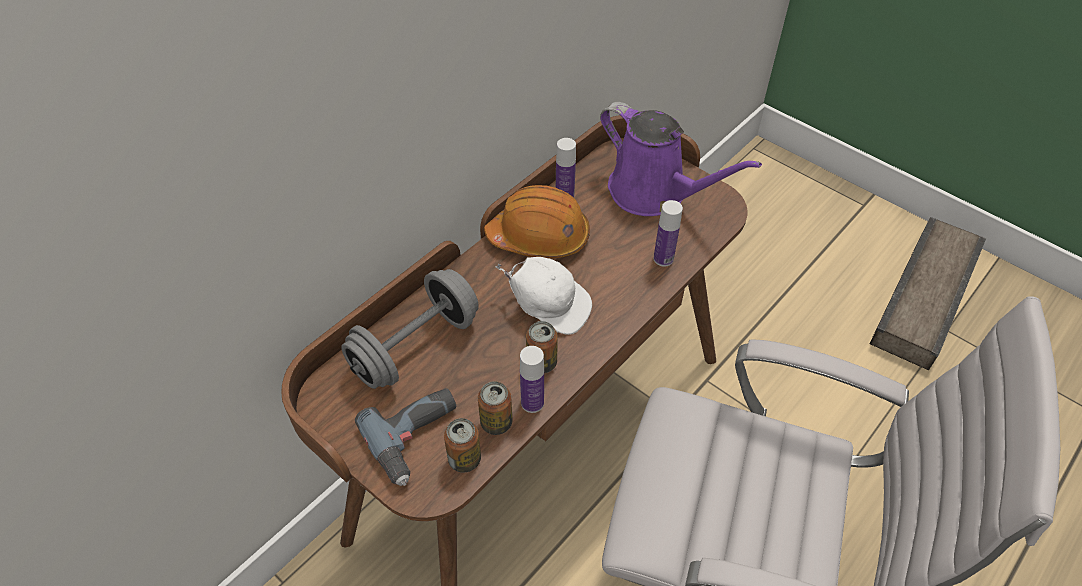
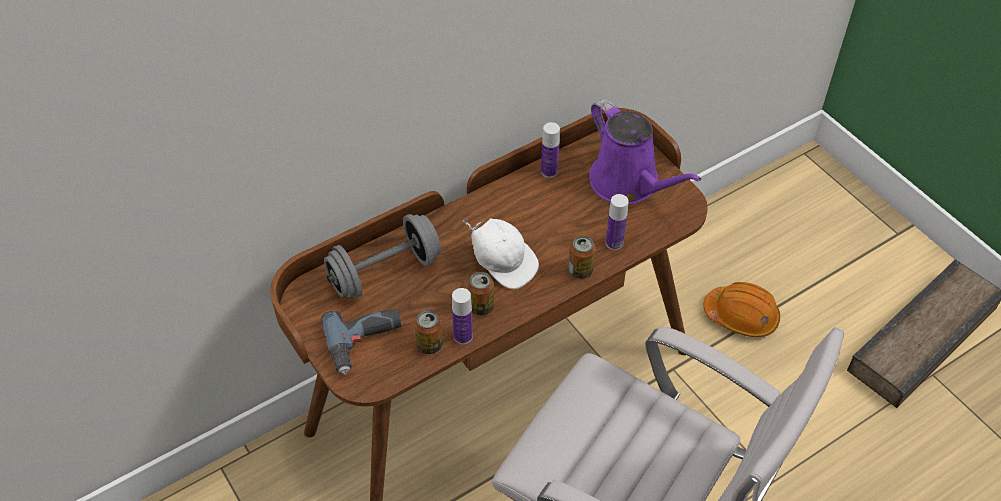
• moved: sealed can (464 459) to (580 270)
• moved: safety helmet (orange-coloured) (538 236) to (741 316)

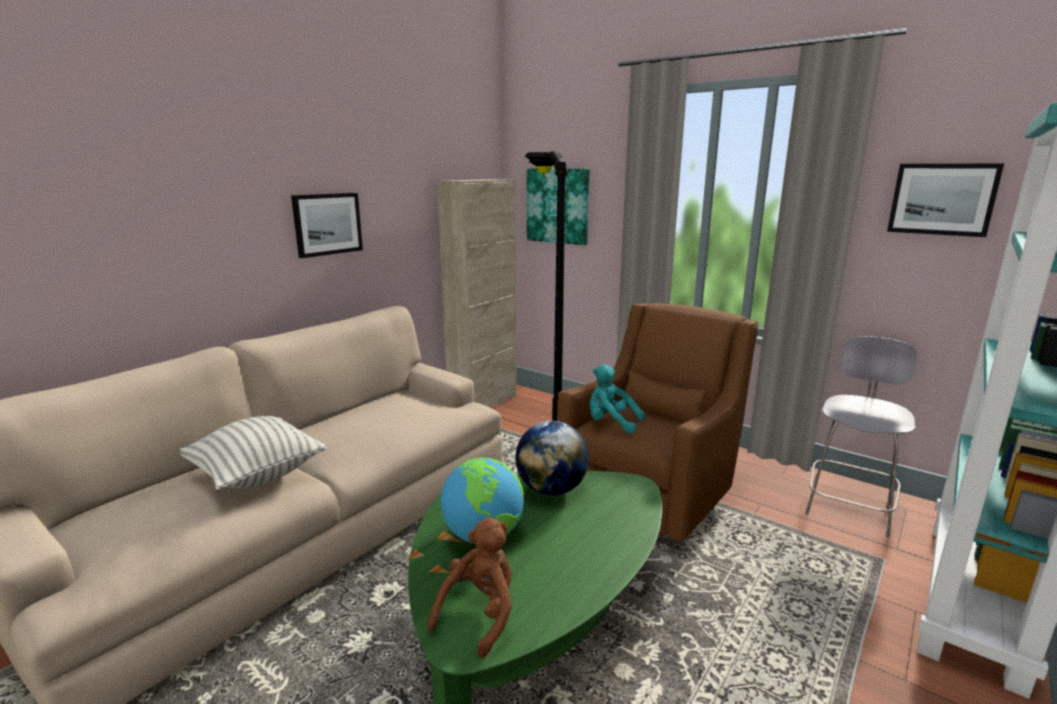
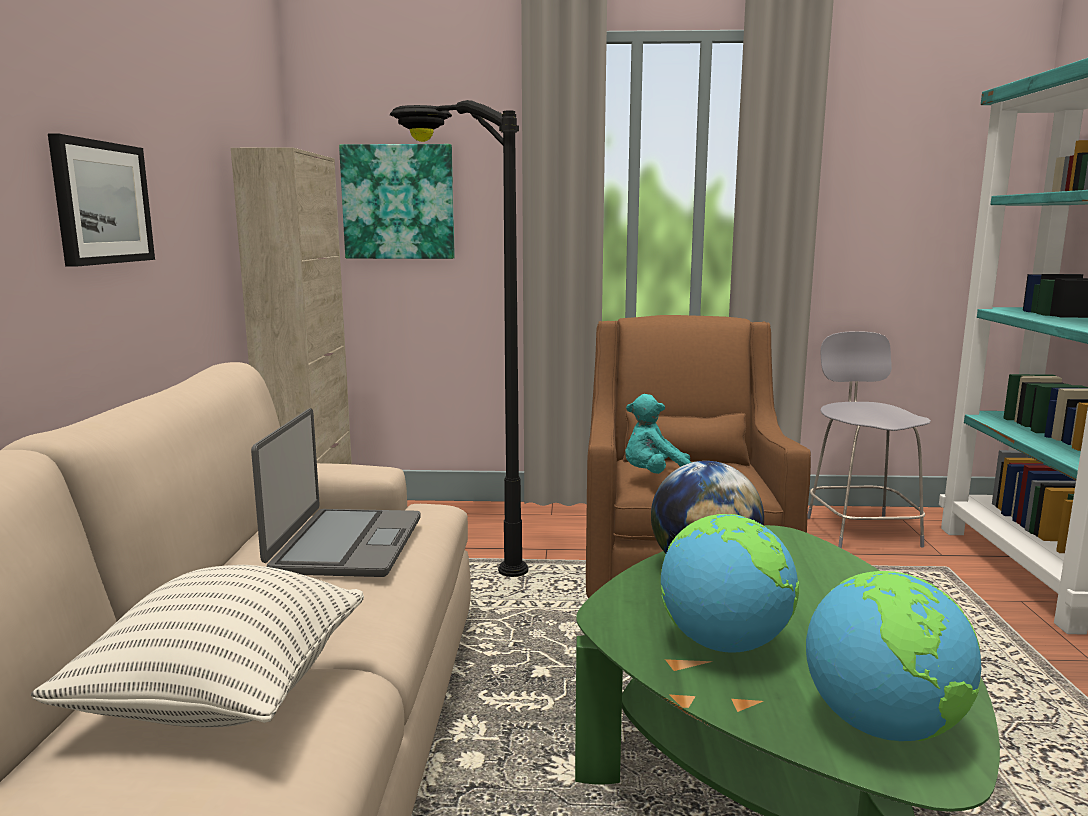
• removed: wall picture (942 199)
• added: portable computer (345 544)
• replaced: soft toy (brown-coloured) (480 613) to world globe (882 726)

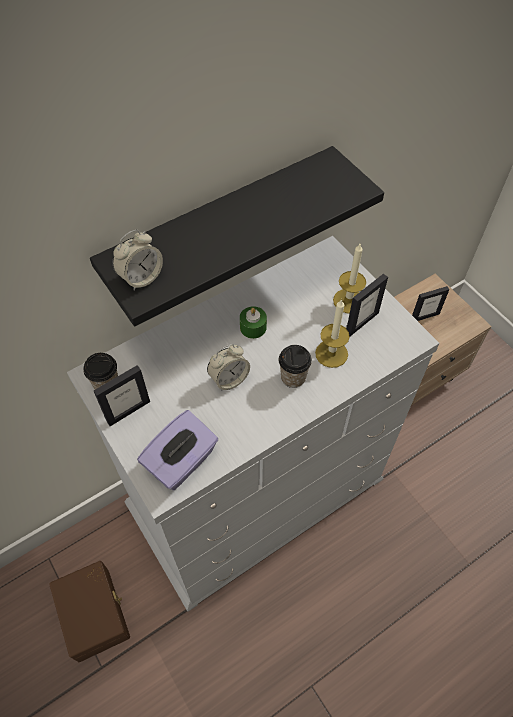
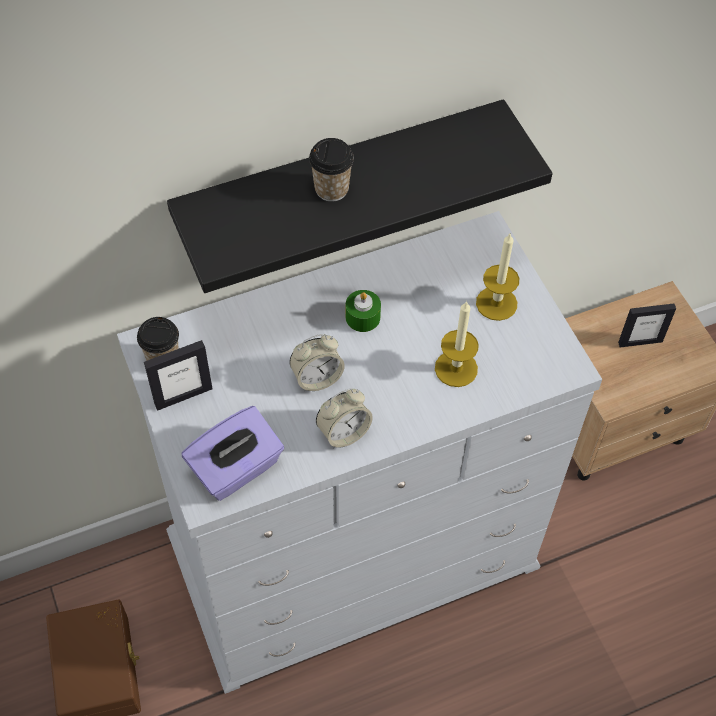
• removed: picture frame (361 322)
• moved: alarm clock (141 277) to (343 432)
• moved: drinking cup (293 377) to (331 189)

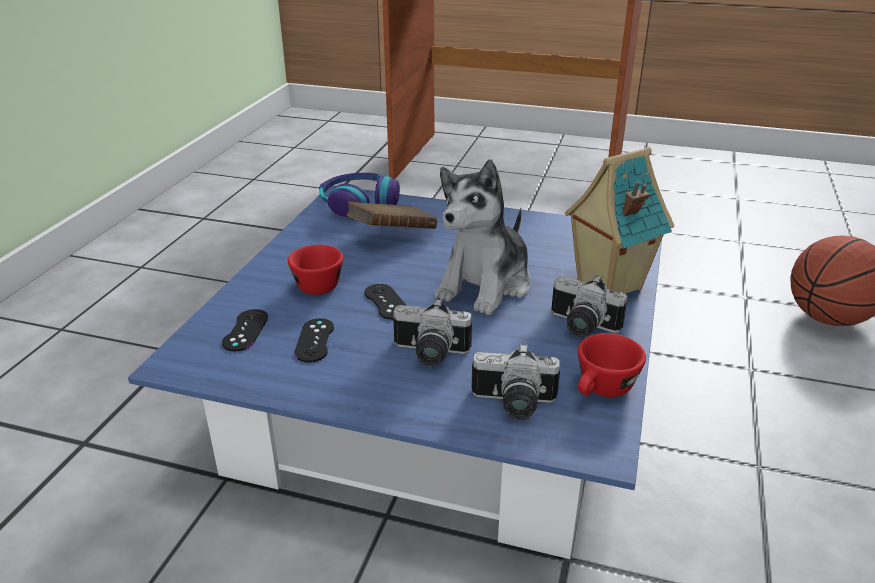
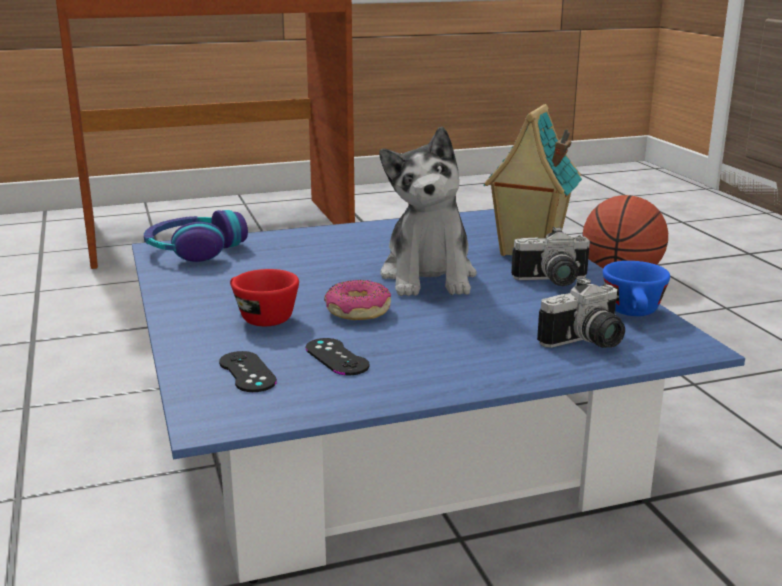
• removed: volume (brown-coloured) (392 235)
• removed: still camera (429 354)
• replaced: gamepad (black) (386 302) to doughnut (357 311)
• recoloured: drinking cup (red-coloured) (602 390) to drinking cup (bluish) (634 314)

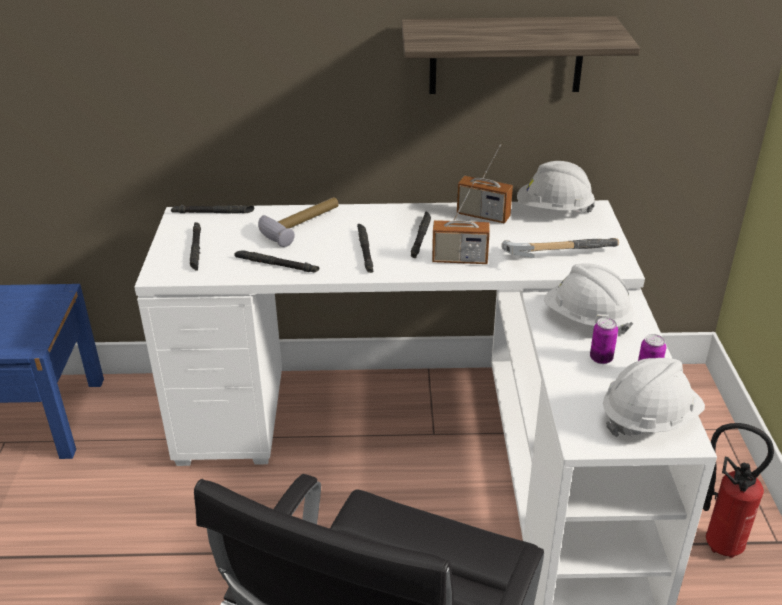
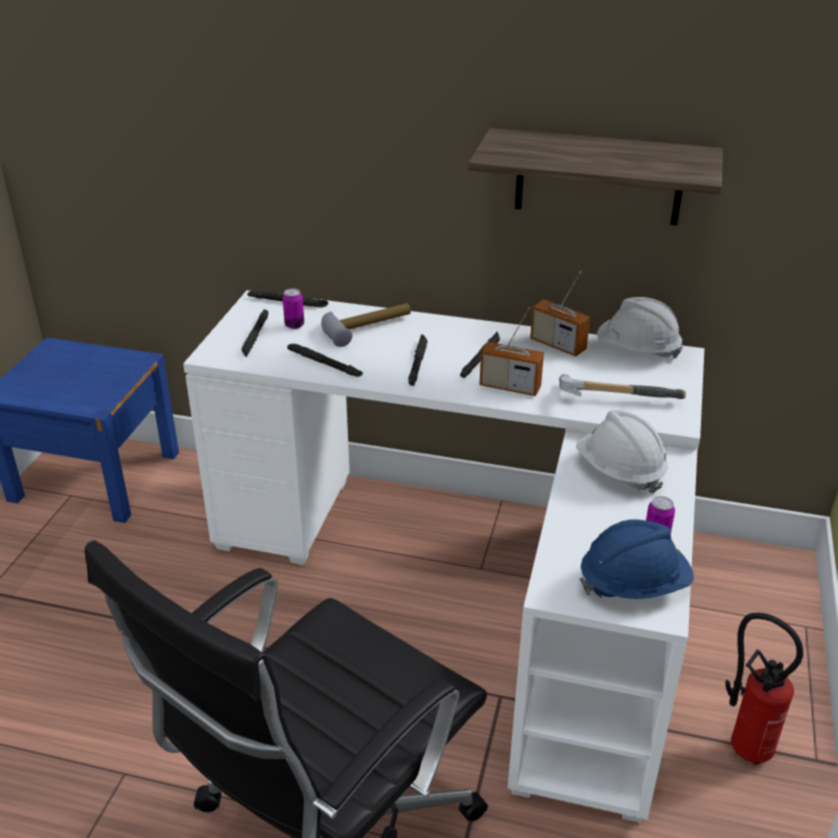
• moved: sealed can (601 358) to (294 325)
• recoloured: safety helmet (whitish) (648 419) to safety helmet (bluish) (633 584)

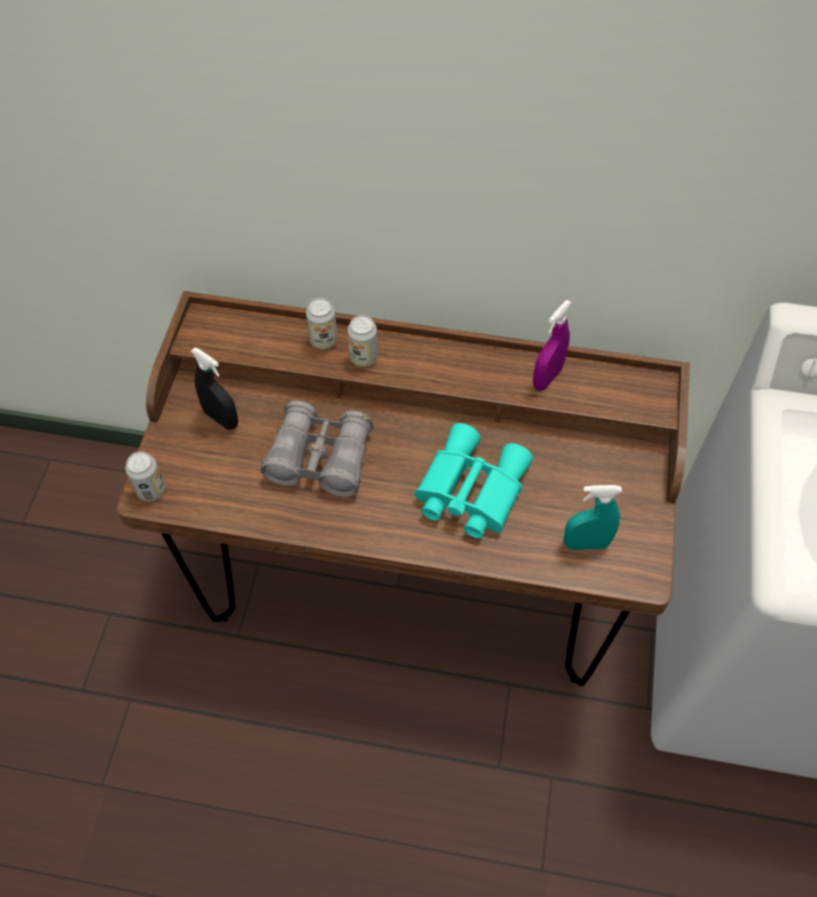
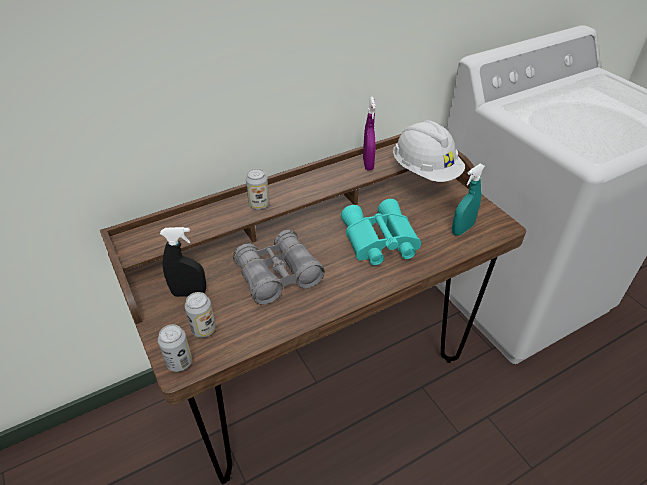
• added: safety helmet (whitish) (425 172)
• moved: sealed can (323 340) to (203 329)

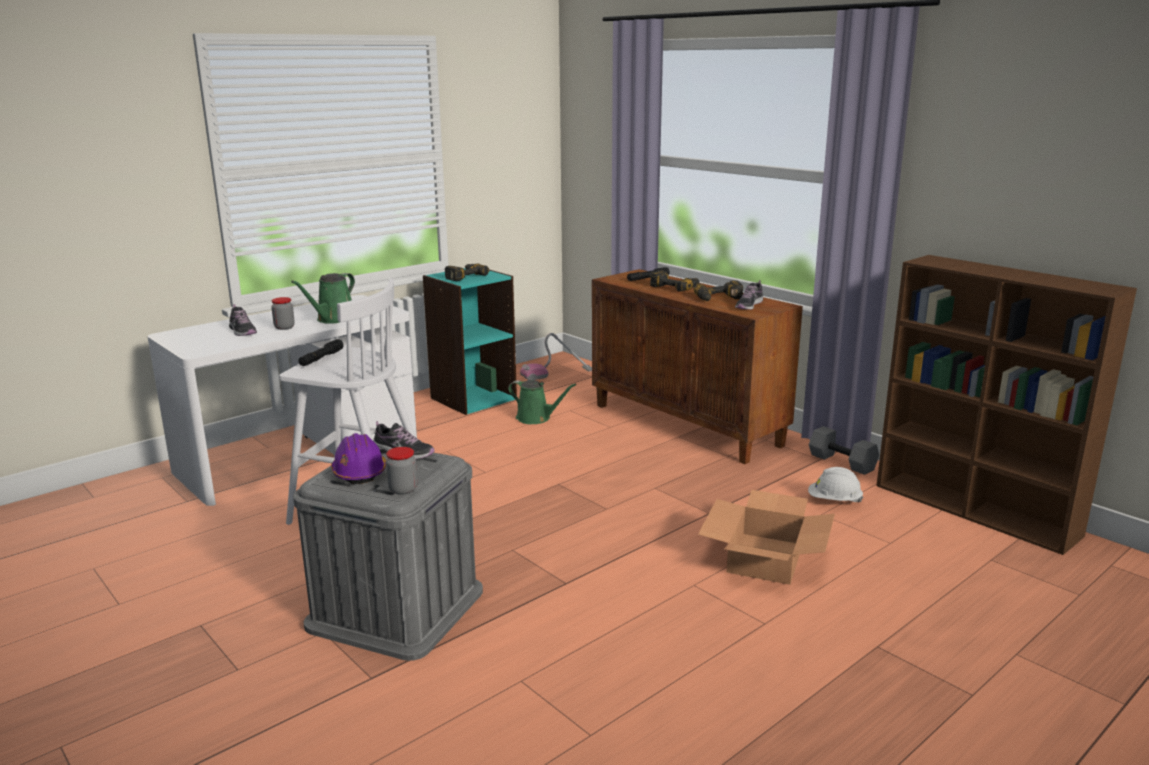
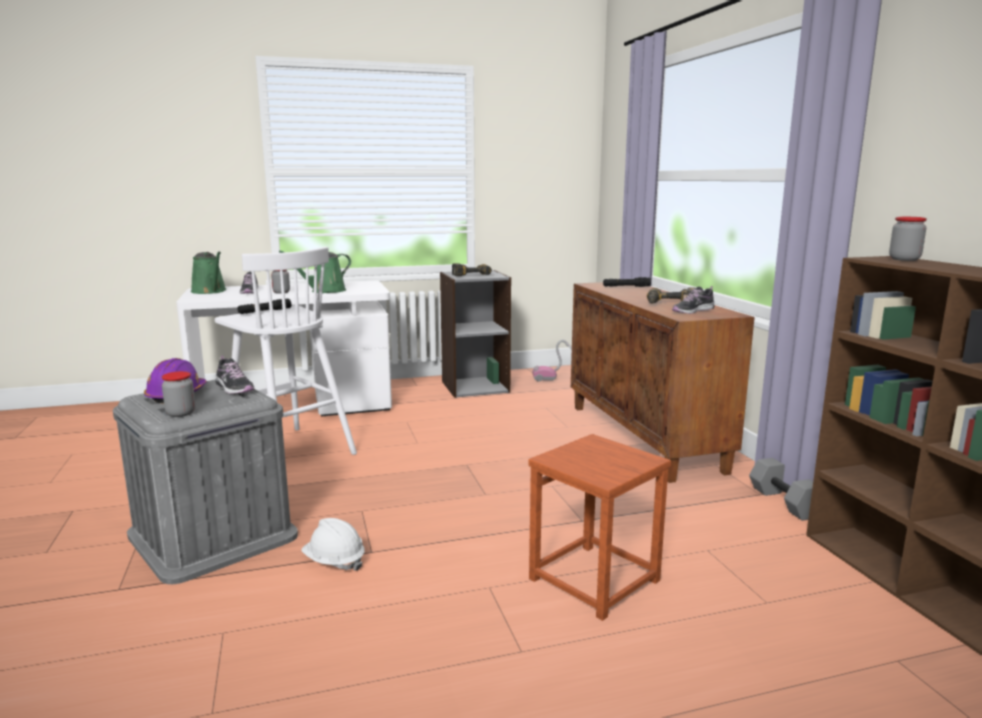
• removed: electric drill (675 287)
• added: jar (904 259)
• moved: watering pot (green-coloured) (536 418) to (210 291)
• moved: safety helmet (whitish) (834 501) to (334 562)
• replaced: packing box (765 558) to stool seat (brown-coloured) (595 580)
• recoloured: bookshelf (turquoise-coloured) (473 398) to bookshelf (greyish) (475 386)

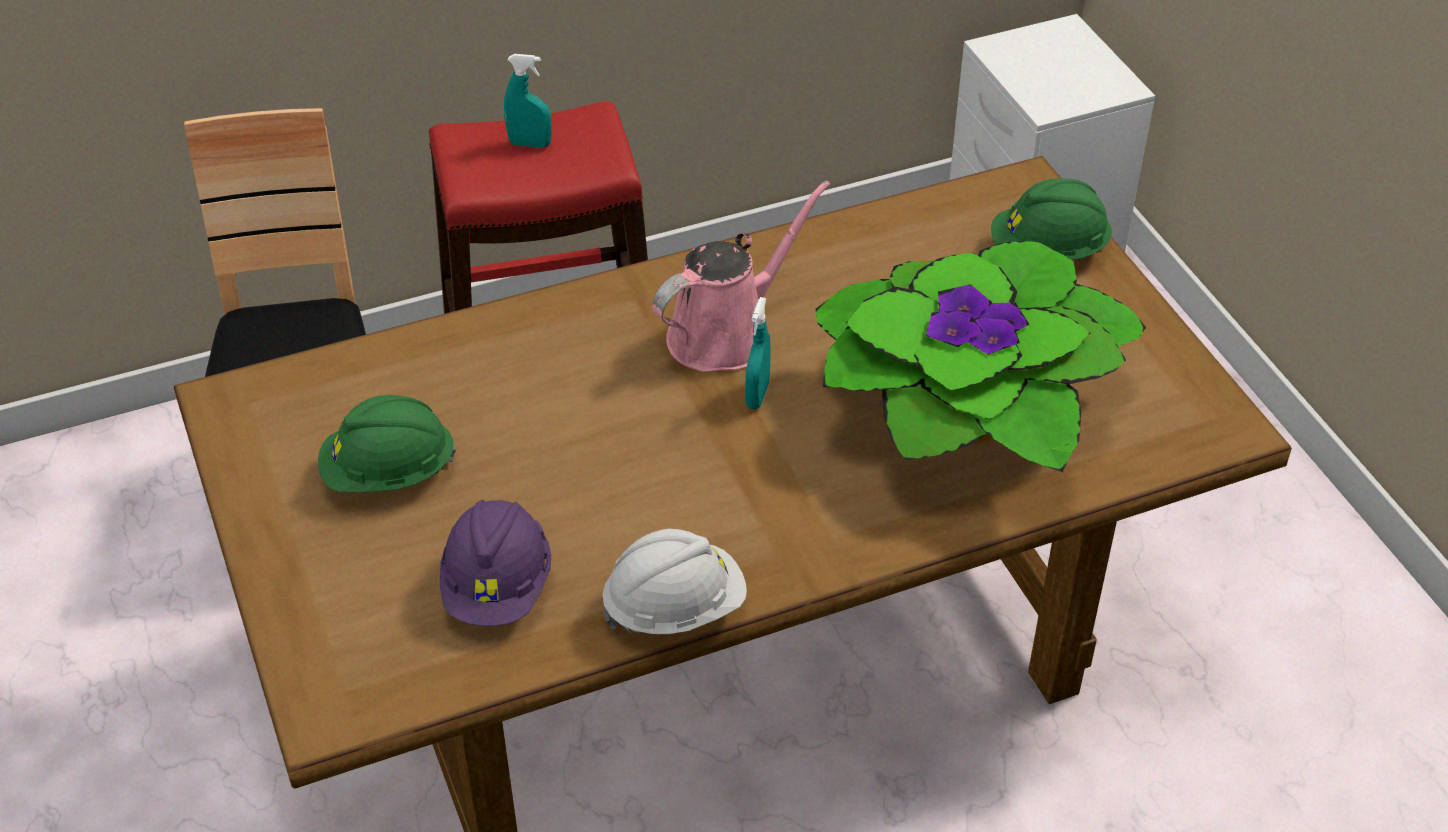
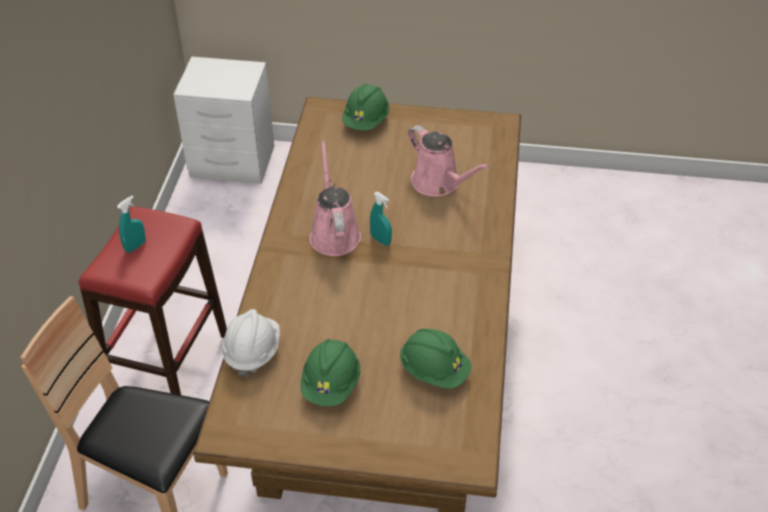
• moved: safety helmet (whitish) (675 607) to (252 351)
• replaced: plant in a pot (970 410) to watering pot (pink-coloured) (439 183)
• recoloured: safety helmet (purple) (498 587) to safety helmet (green-coloured) (434 371)

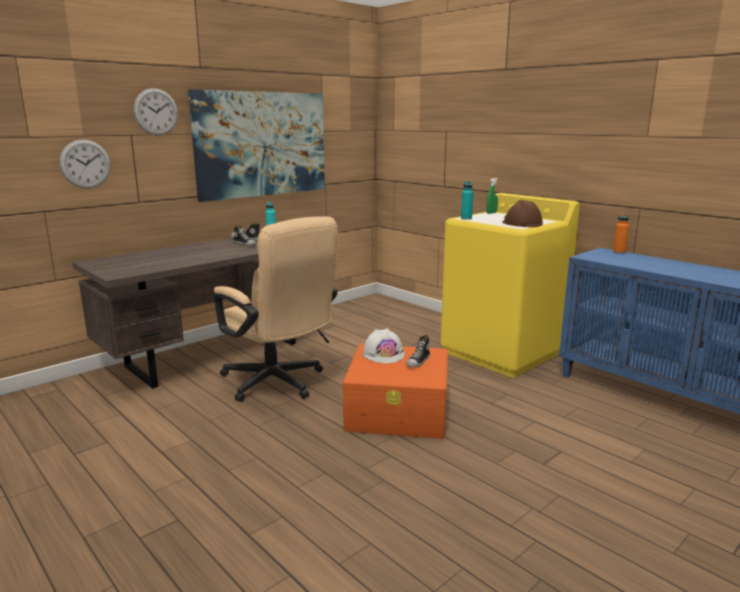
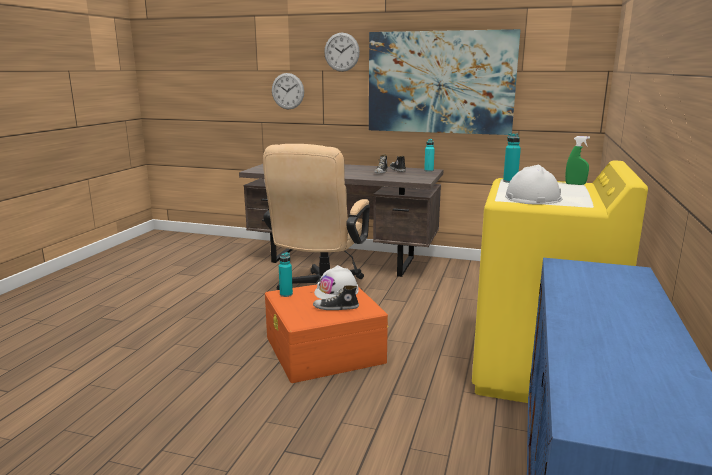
• removed: beverage bottle (orange-coloured) (619 252)
• added: beverage bottle (turquoise-coloured) (286 294)
• recoloured: safety helmet (brown-coloured) (522 223) to safety helmet (whitish) (533 198)

